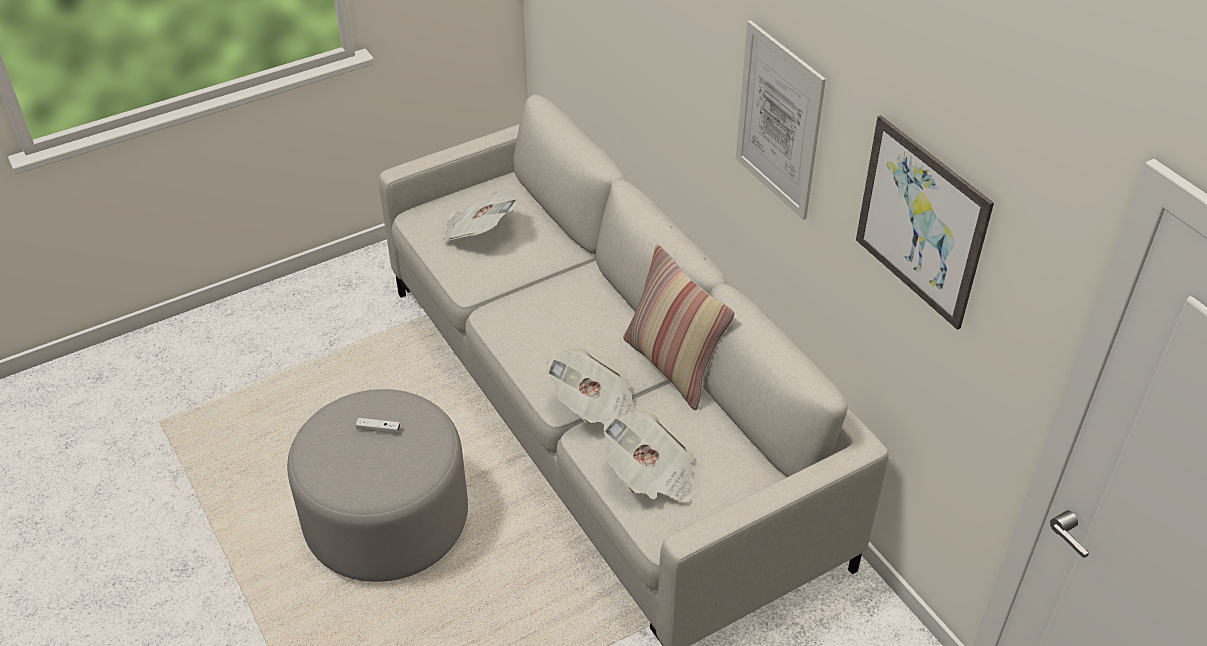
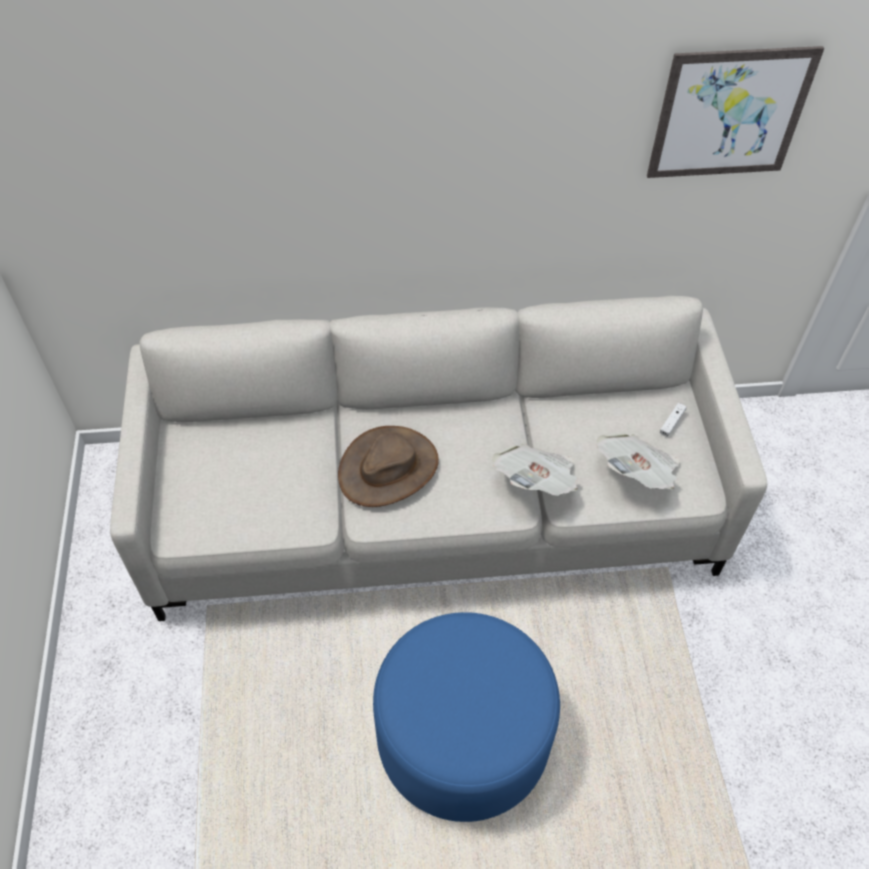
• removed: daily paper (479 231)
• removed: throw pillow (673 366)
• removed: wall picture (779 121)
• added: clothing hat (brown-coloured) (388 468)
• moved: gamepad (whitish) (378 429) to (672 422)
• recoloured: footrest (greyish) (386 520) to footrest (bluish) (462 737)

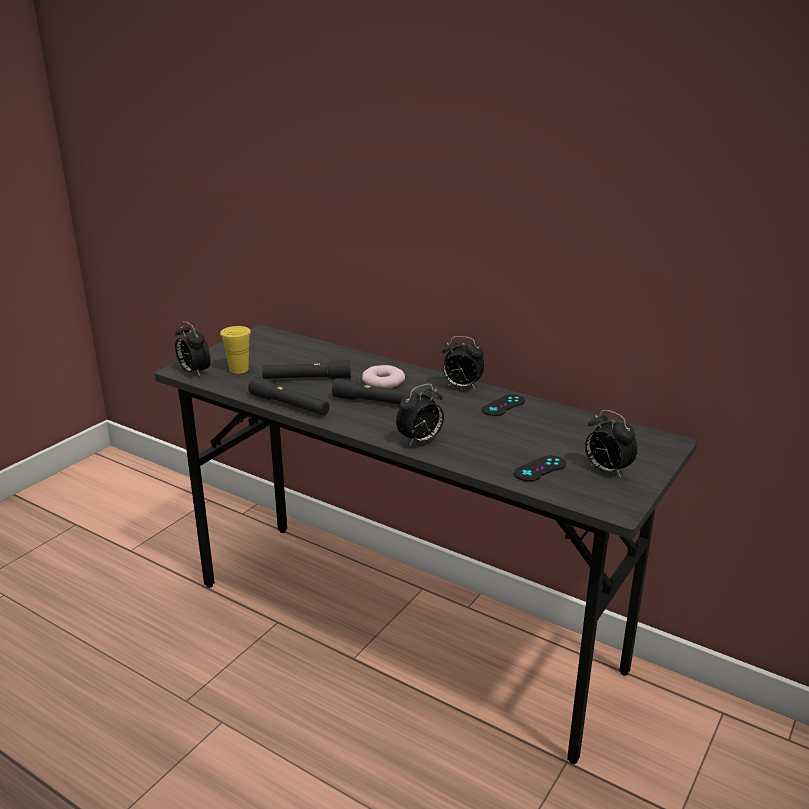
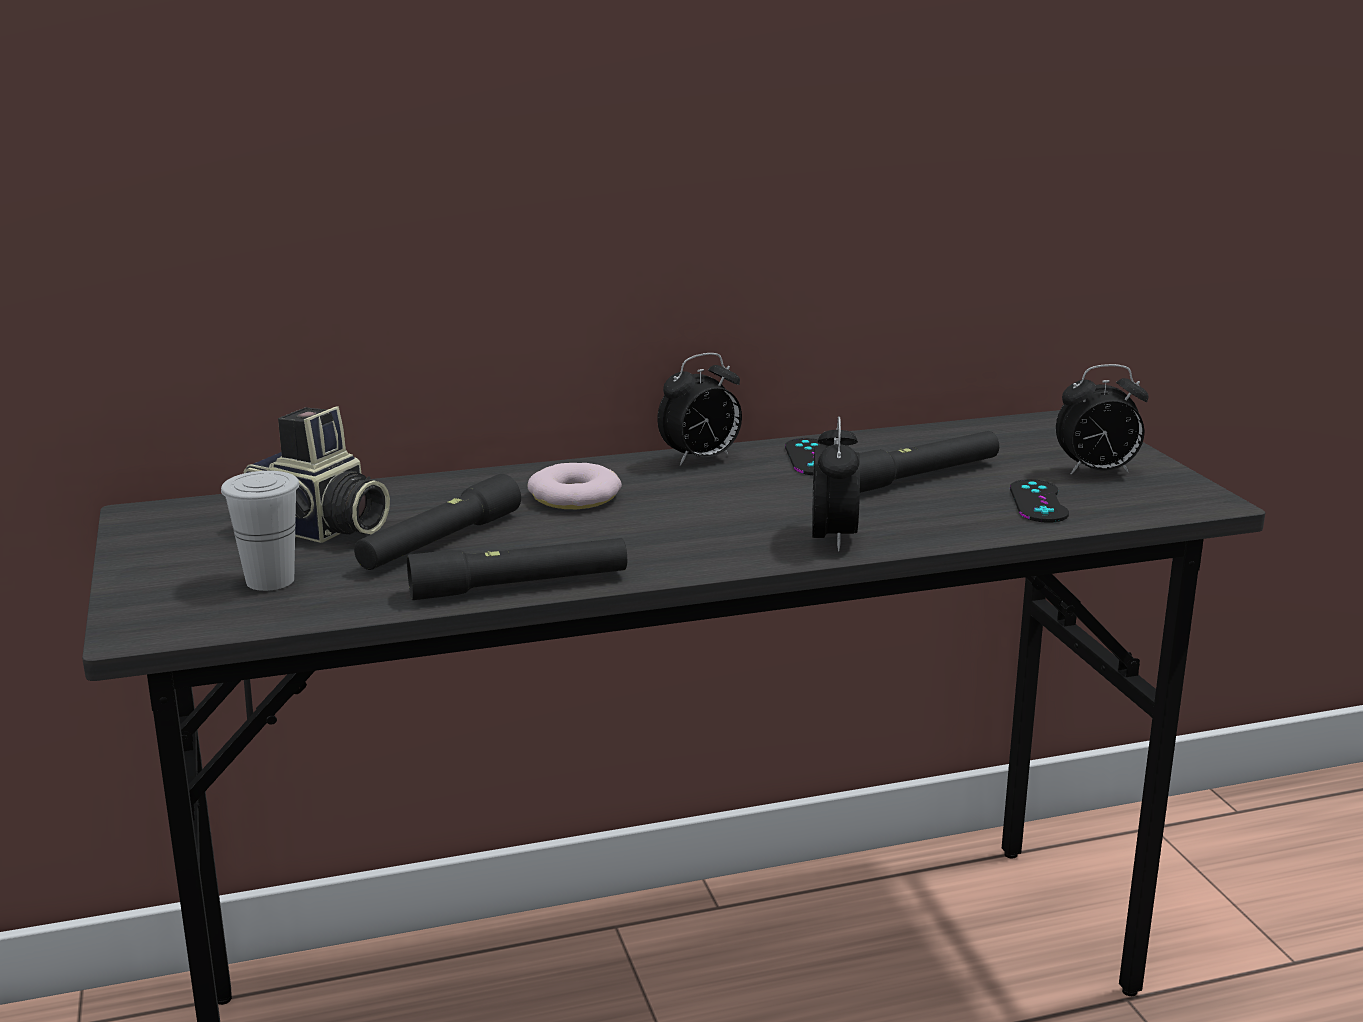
• removed: alarm clock (194 372)
• added: still camera (319 529)
• moved: flashlight (black) (378 402) to (920 477)
• recoloured: drinking cup (yellow-coloured) (239 369) to drinking cup (whitish) (270 580)

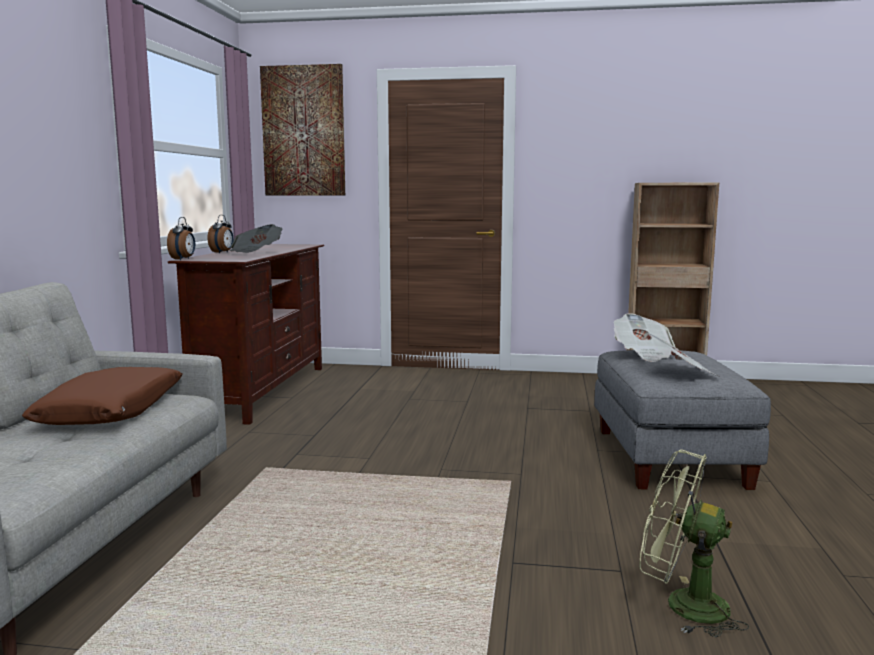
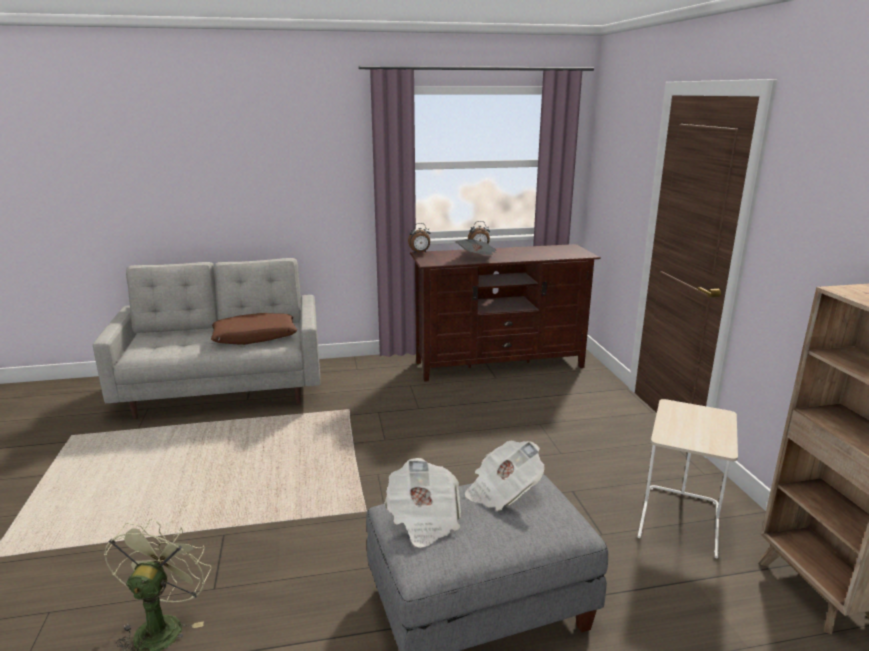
• removed: wall picture (303 131)
• added: accent table (beige) (680 520)

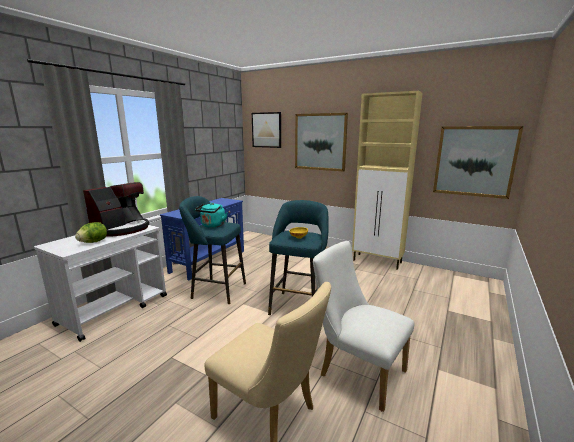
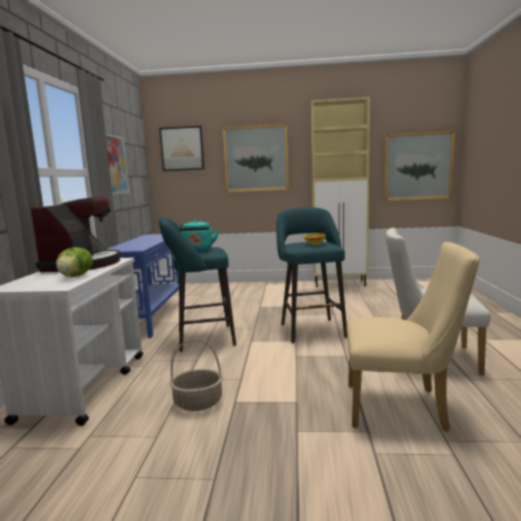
• added: wall picture (115 165)
• added: basket (197 403)

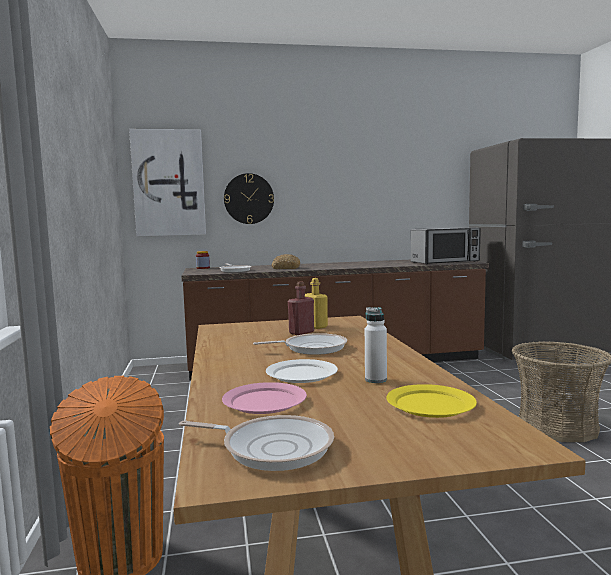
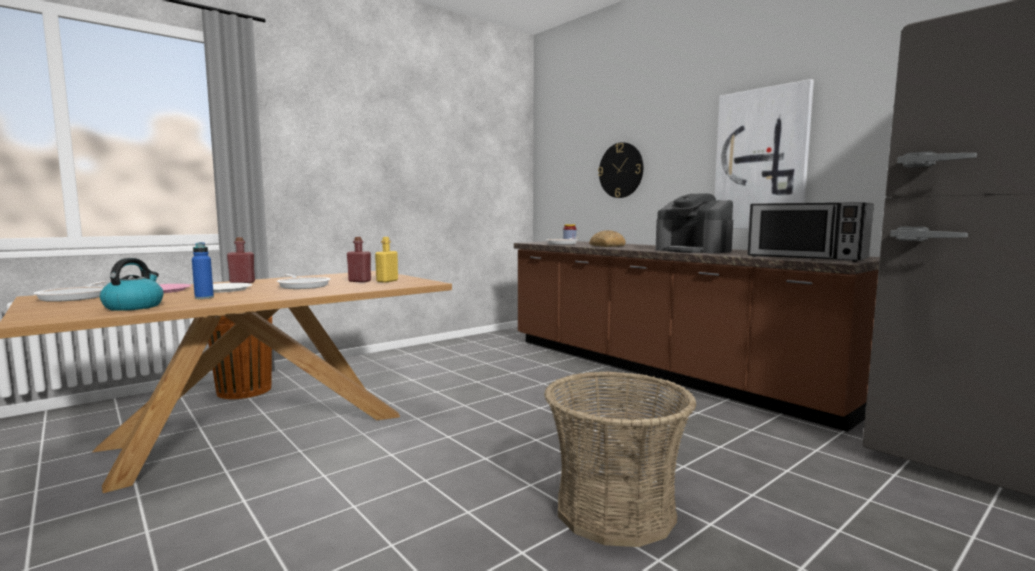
• added: beverage bottle (red-coloured) (242 282)
• added: coffee maker (693 250)
• moved: wall picture (168 183) to (761 160)
• replaced: flat dish (yellow-coloured) (430 405) to kettle (134 306)
• recoloured: beverage bottle (whitish) (375 380) to beverage bottle (bluish) (204 298)

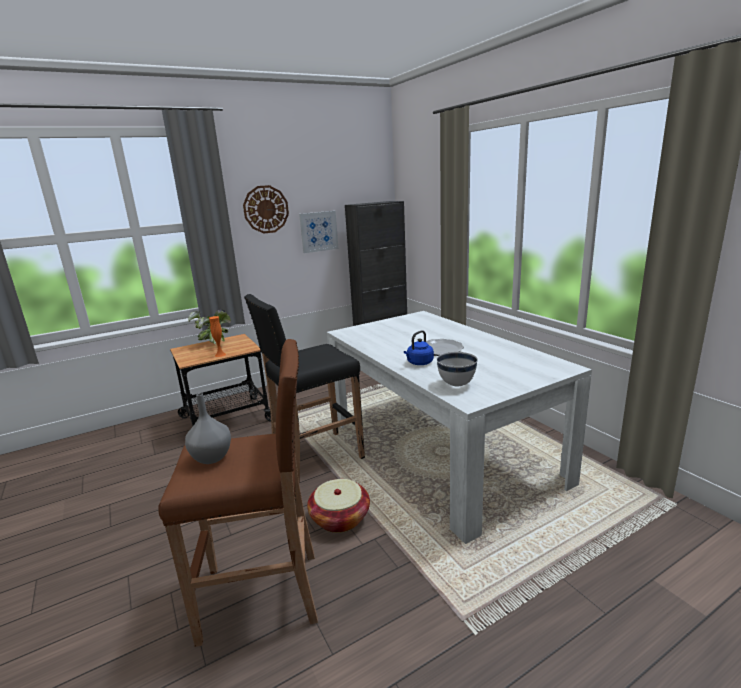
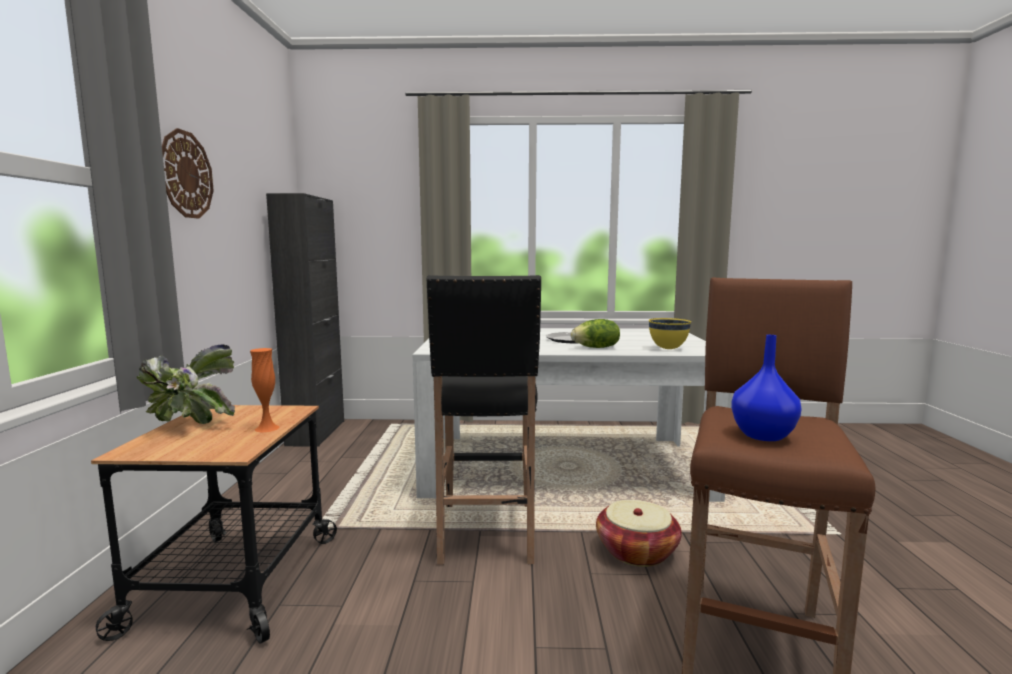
• removed: wall picture (318 231)
• replaced: kettle (bluish) (419 363) to lettuce head (596 348)
• recoloured: decorative vase (greyish) (212 457) to decorative vase (bluish) (761 435)
• recoloured: bowl (whitish) (456 384) to bowl (yellow-coloured) (667 349)

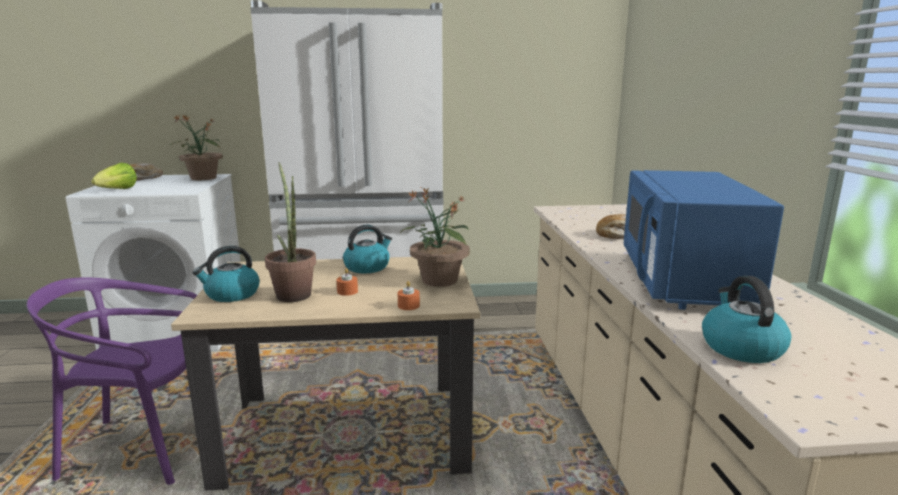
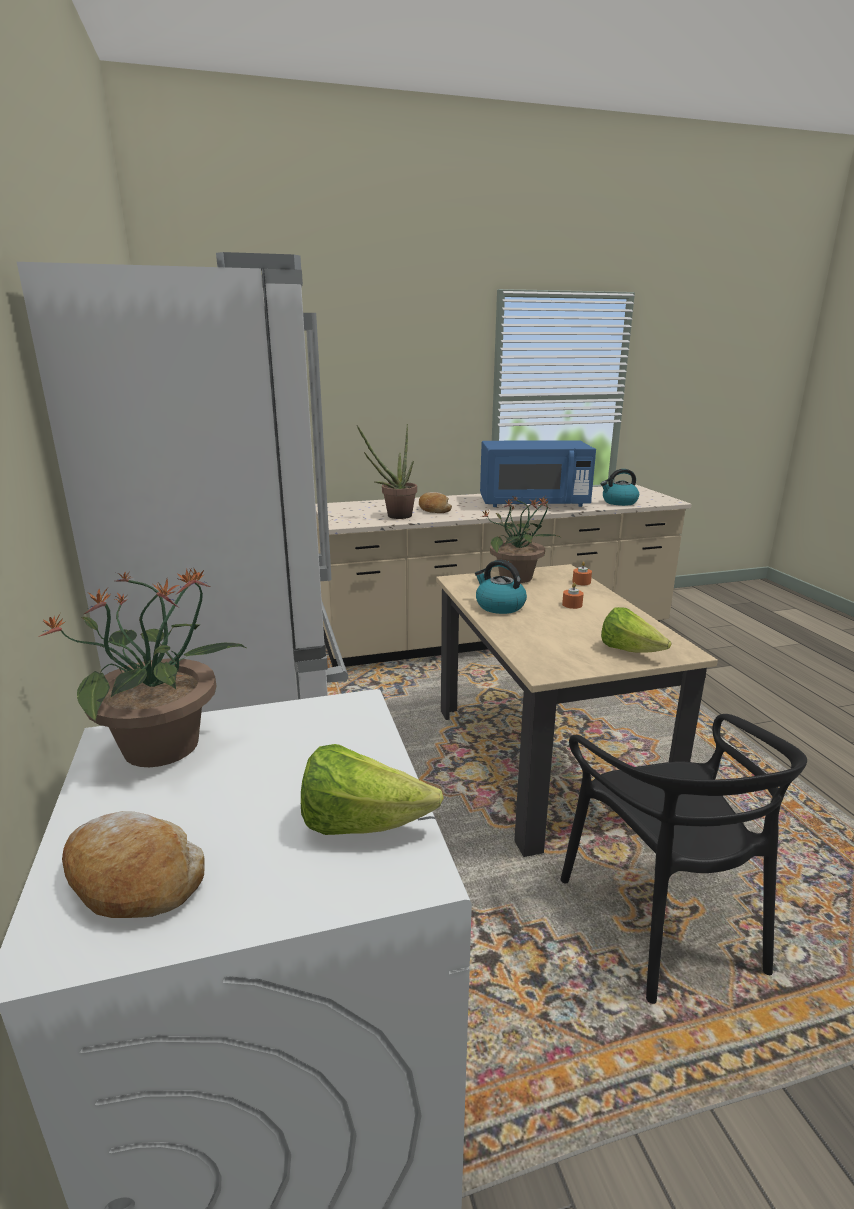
• moved: plant in a pot (293 293) to (394 516)
• replaced: kettle (231 294) to lettuce head (629 651)
• recoloured: plain chair (purple) (142 447) to plain chair (black) (662 918)

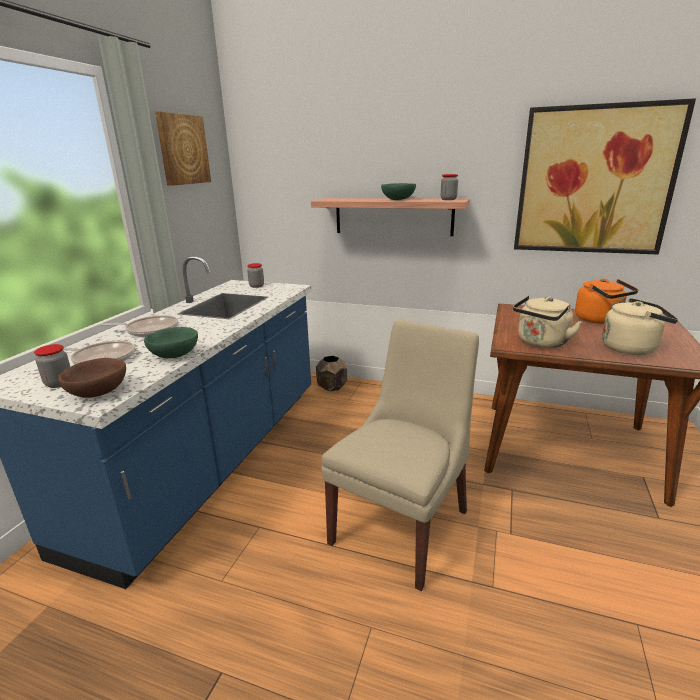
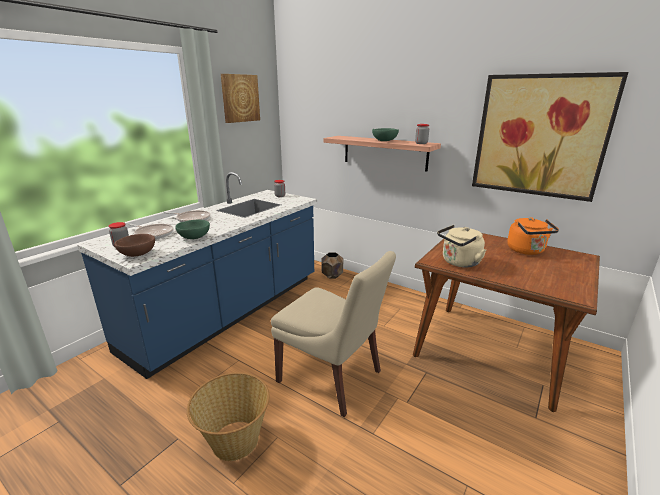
• removed: kettle (beige) (631 348)
• added: basket (234 441)
• turned: plain chair (beige) (402 523) = (332 378) 75 degrees clockwise

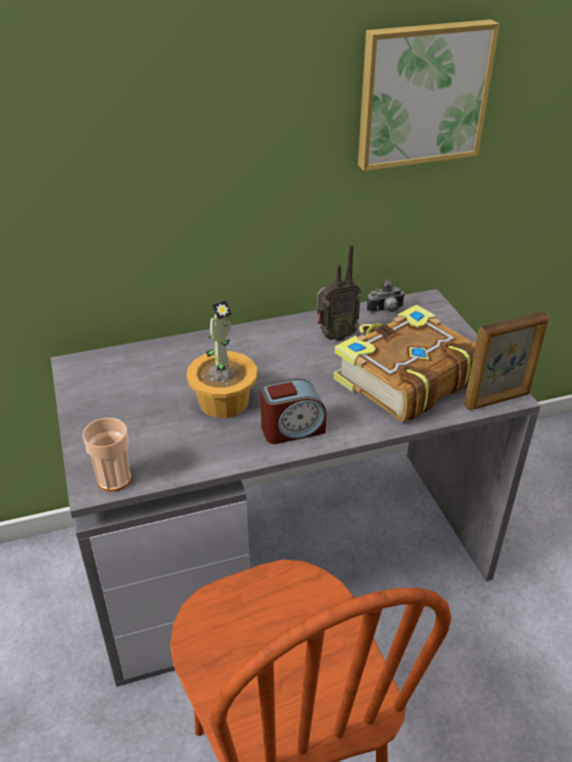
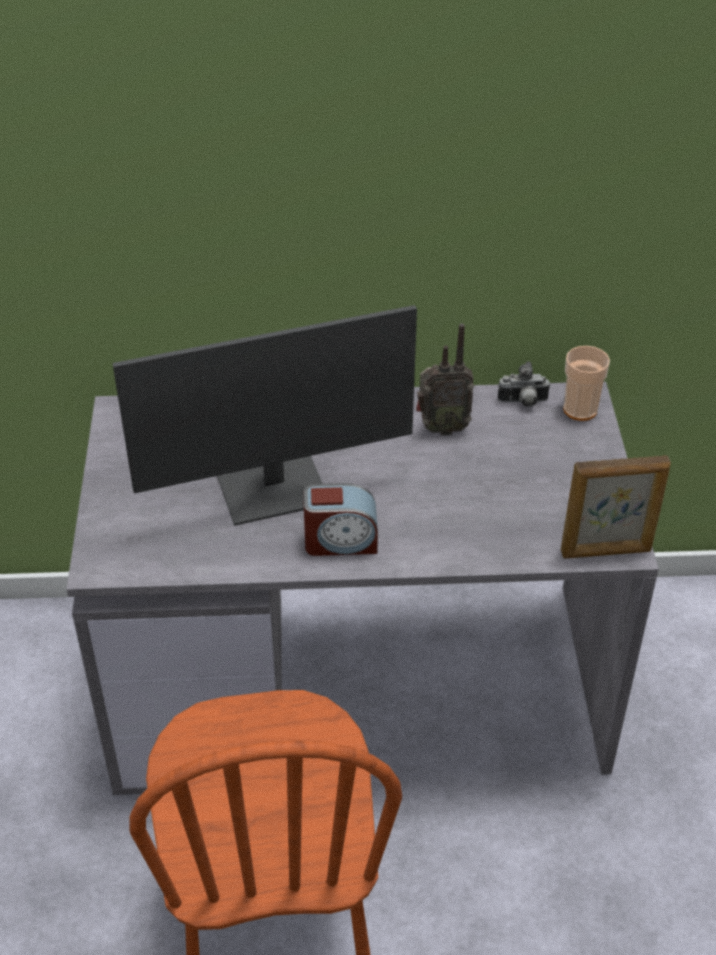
• removed: volume (403 379)
• removed: wall picture (422 94)
• moved: drinking cup (114 479) to (580 409)
• replaced: plant in a pot (223 401) to computer screen (274 490)

